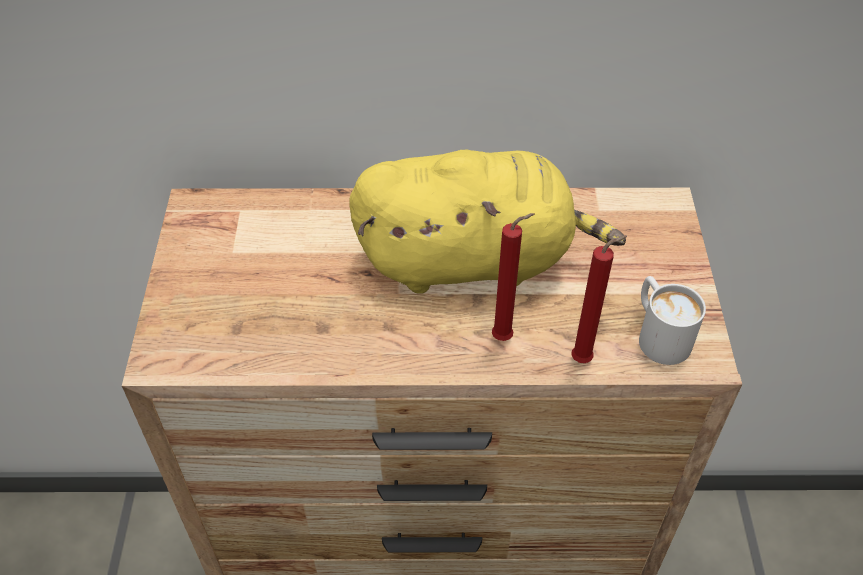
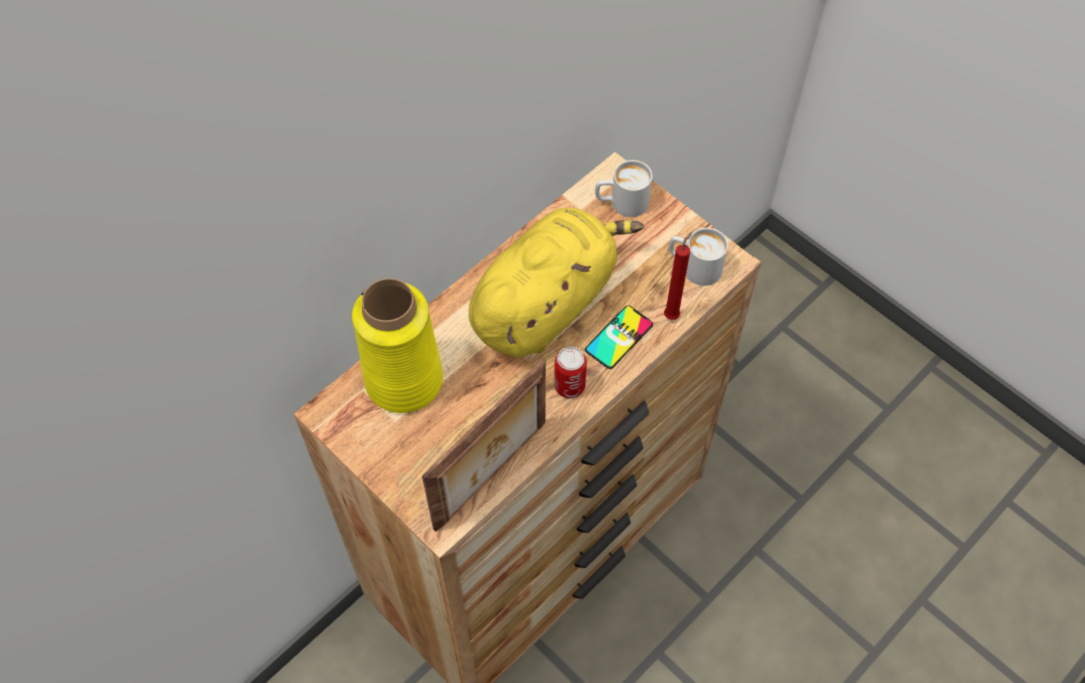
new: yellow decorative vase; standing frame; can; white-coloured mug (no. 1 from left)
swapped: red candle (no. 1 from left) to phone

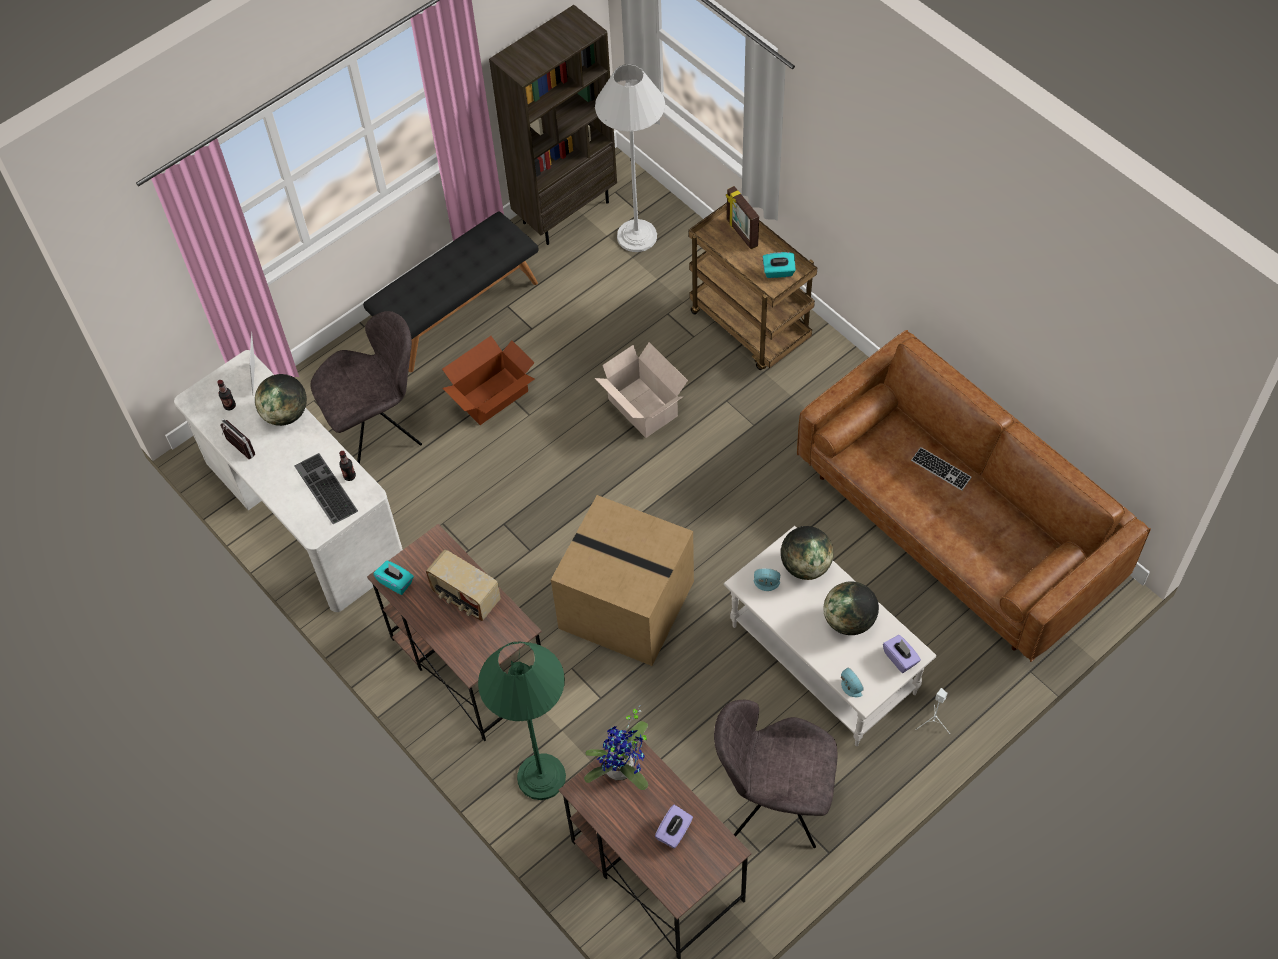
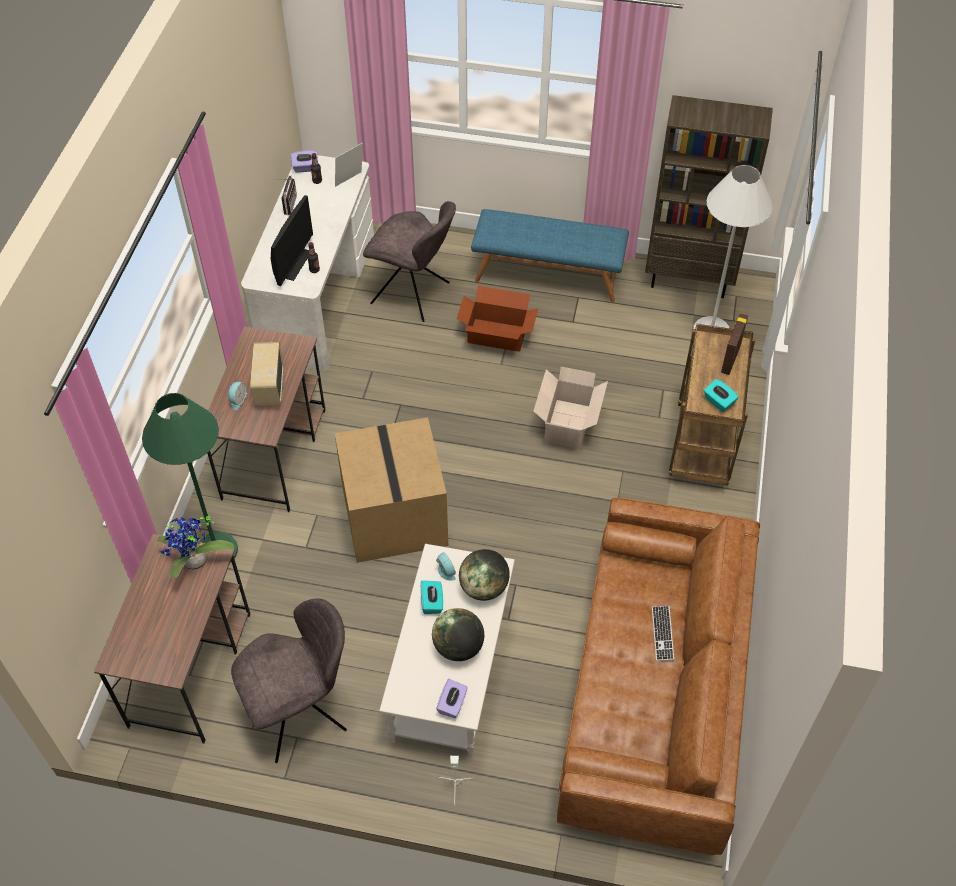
gone: desk globe (no. 1 from left)
shifted: blue-green tissue holder (no. 1 from left); purplish tissue holder (no. 1 from left); bedside clock (no. 2 from left in the first image) to bedside clock (no. 1 from left)
swapped: PC keyboard (no. 1 from left) to monitor
repainted: black-coloured indoor bench to bluish indoor bench
rotated: gray upright chair (no. 2 from left in the first image) 90 degrees clockwise

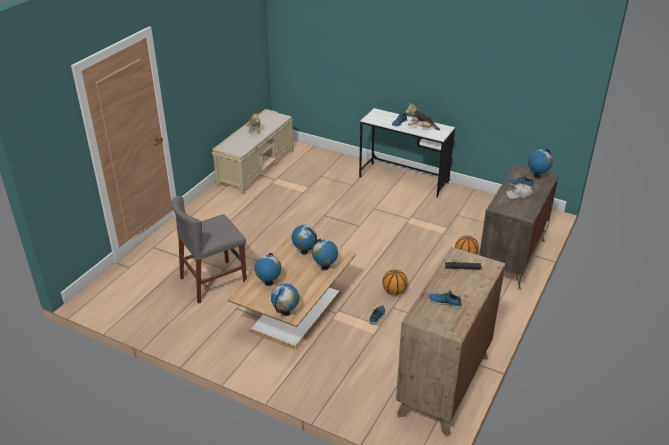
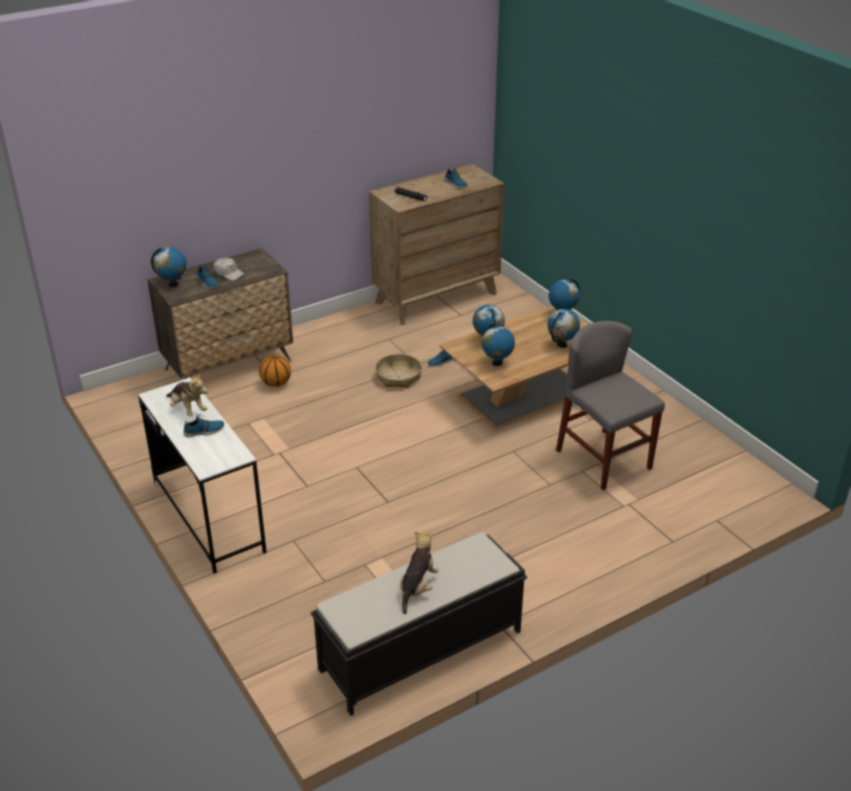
swapped: basketball ball (no. 1 from left) to household basket
repainted: beige indoor bench to black-coloured indoor bench
rotated: gray upright chair 120 degrees counterclockwise

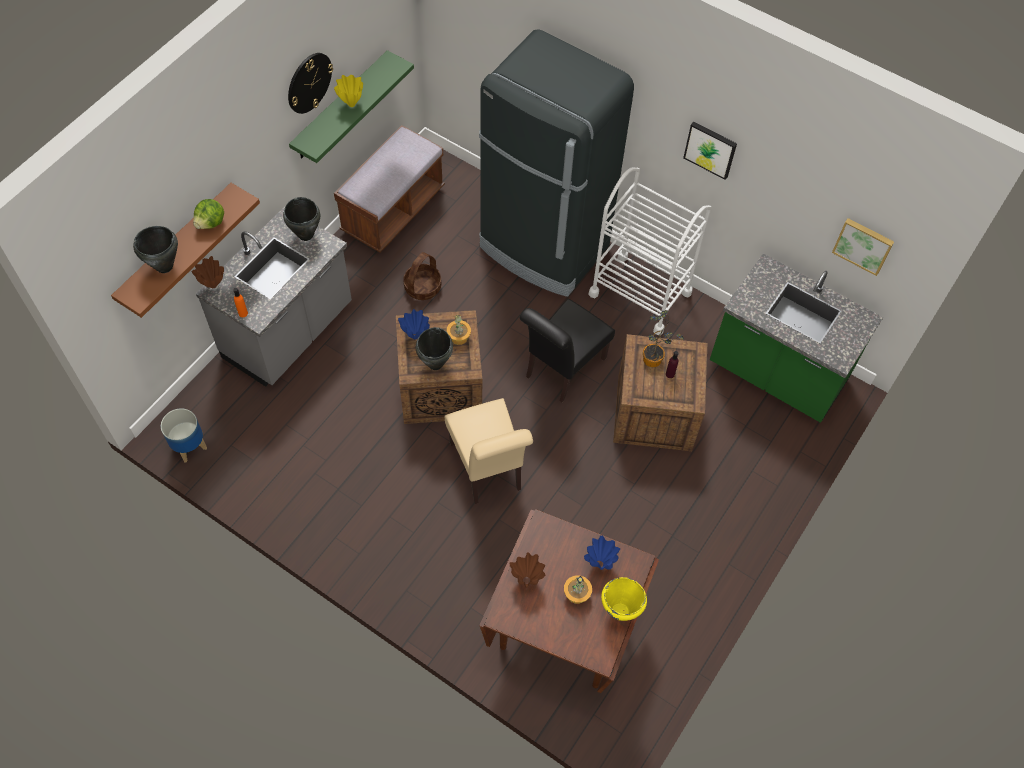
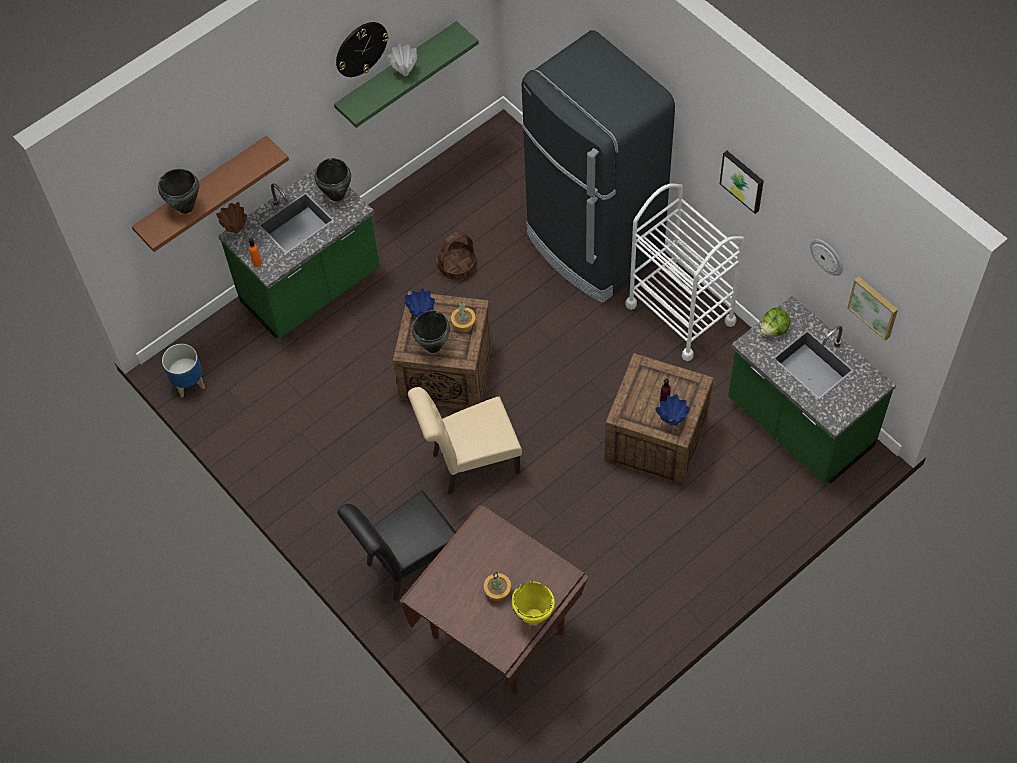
gone: brown indoor bench; brown decorative vase (no. 2 from left); potted plant (no. 3 from left)
new: hanging clock (no. 2 from left)
shifted: lettuce; black-coloured upright chair; bluish decorative vase (no. 2 from left)
repainted: gray counter to green counter (no. 1 from left); yellow decorative vase to white-coloured decorative vase
rotated: beige upright chair 75 degrees clockwise

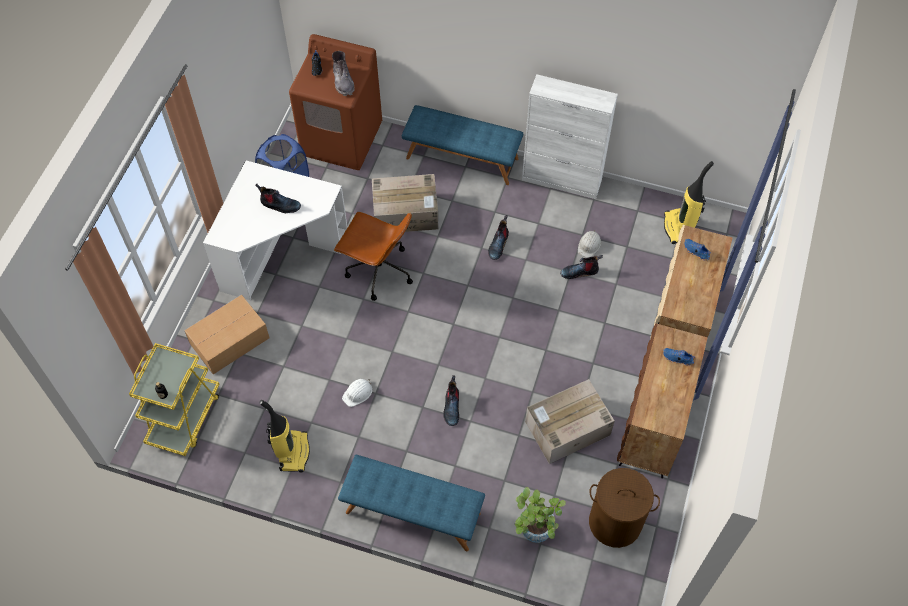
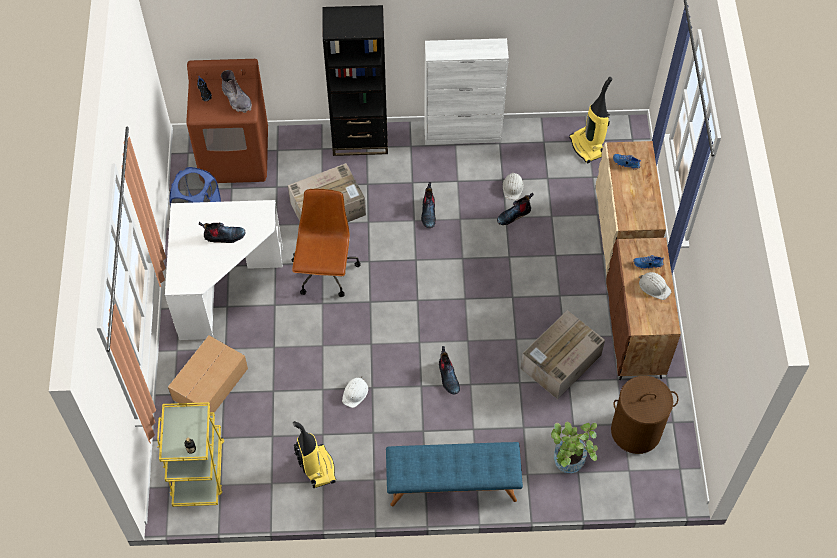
new: white-coloured safety helmet (no. 3 from left)
swapped: bluish indoor bench (no. 2 from left) to black-coloured shelving unit
rotated: brown computer chair 90 degrees counterclockwise

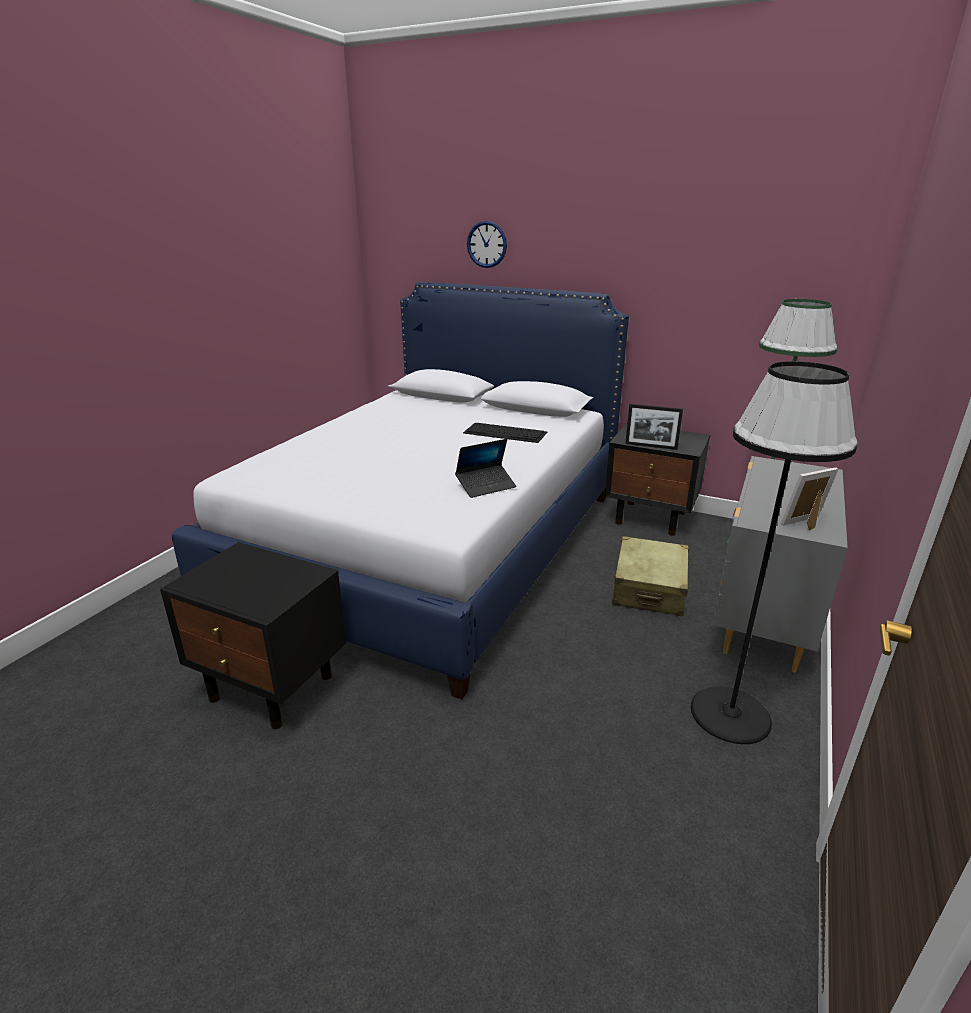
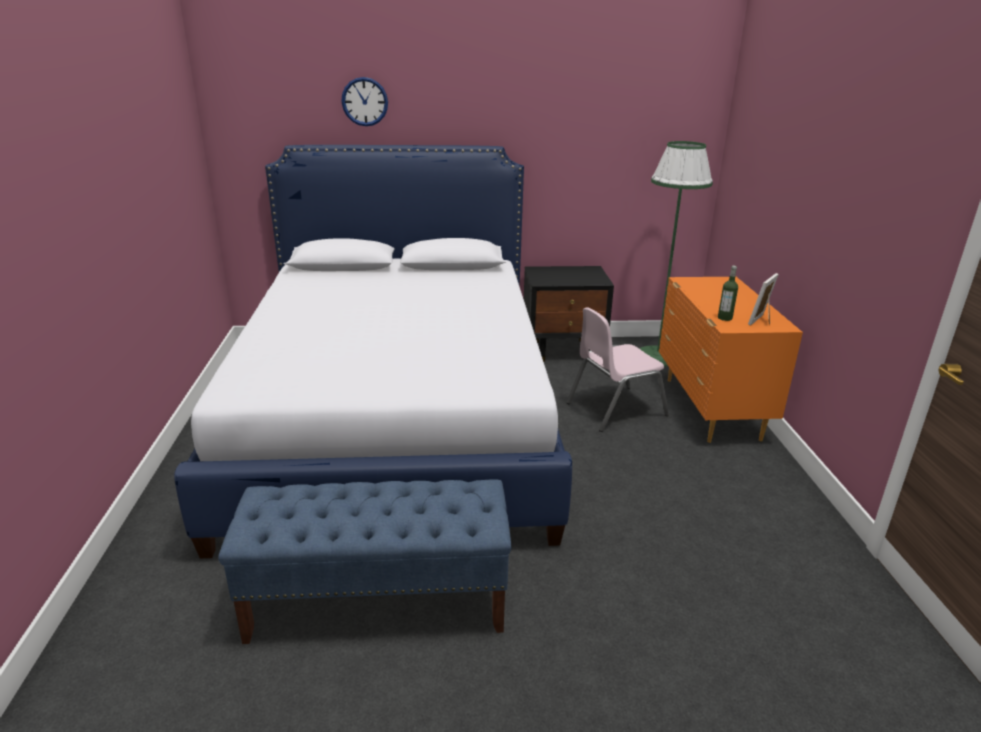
gone: notebook computer; PC keyboard; standing frame (no. 1 from left); black-coloured floor lamp
new: bottle
swapped: black-coloured bedside table (no. 1 from left) to bluish indoor bench; beige piece of luggage to pinkish upright chair
repainted: gray dresser to orange dresser

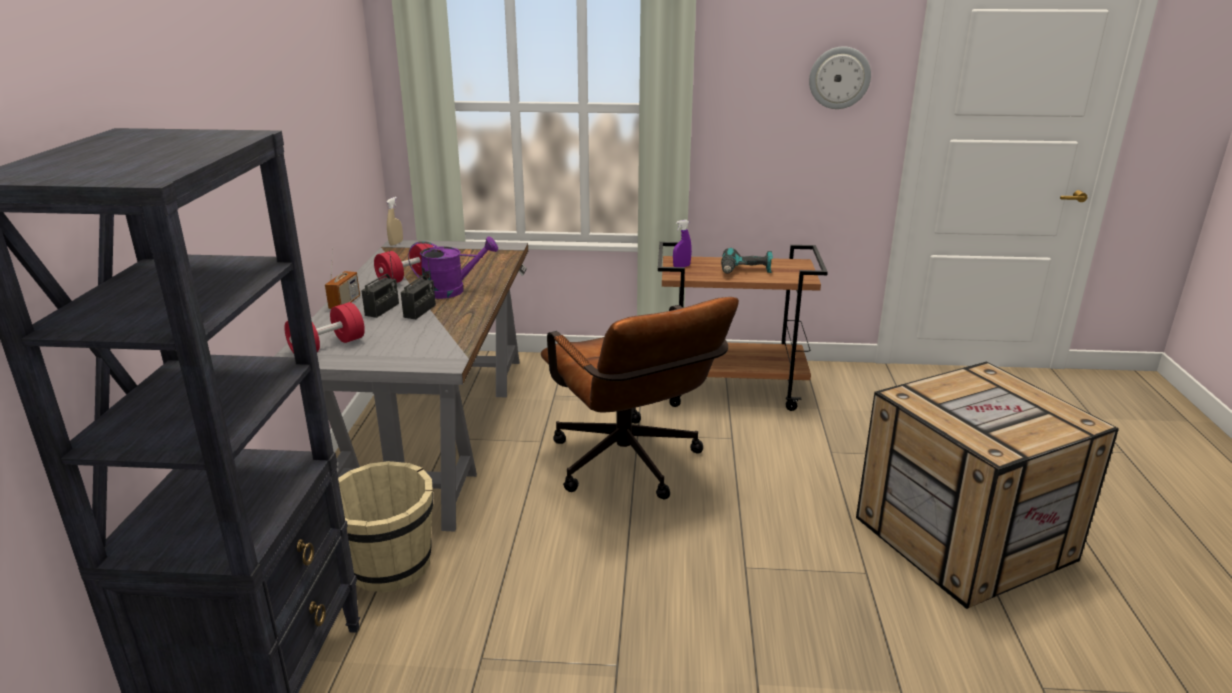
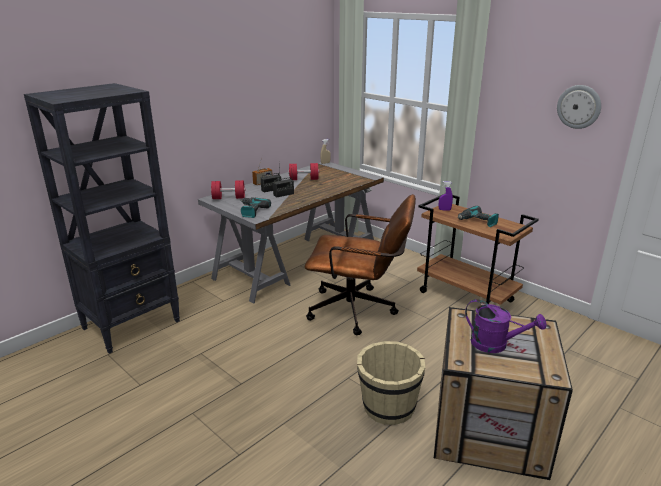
new: power drill (no. 1 from left)
shifted: beige pail; purplish watering pot
rotated: brown computer chair 90 degrees counterclockwise

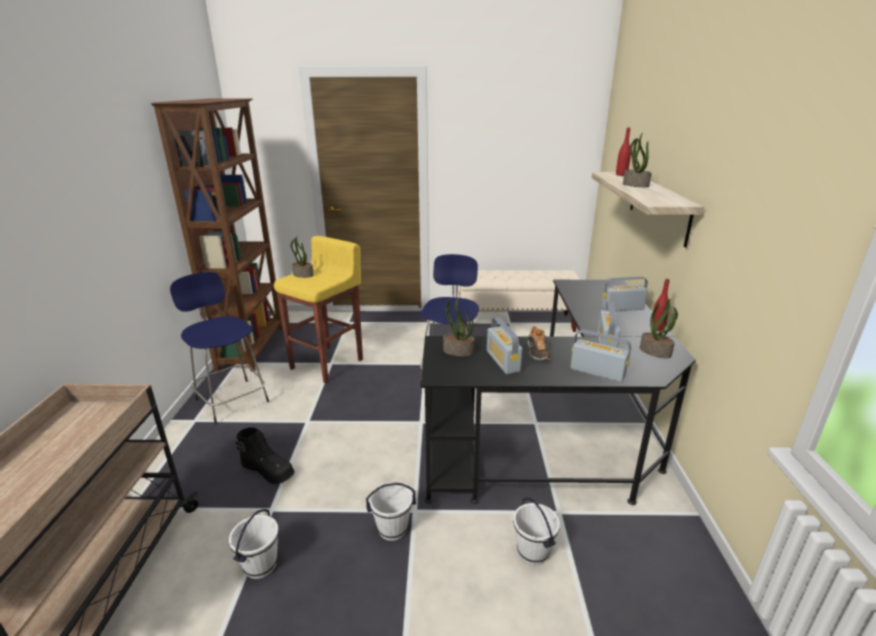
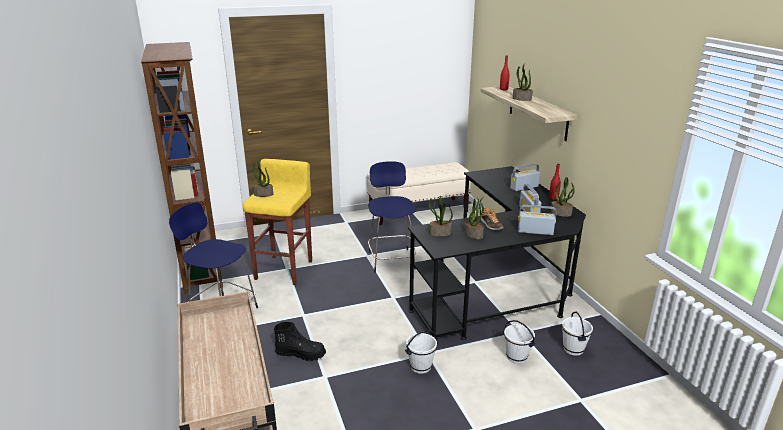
shifted: white-coloured pail (no. 1 from left in the first image) to white-coloured pail (no. 3 from left)
swapped: radio receiver (no. 1 from left) to potted plant (no. 3 from left)

